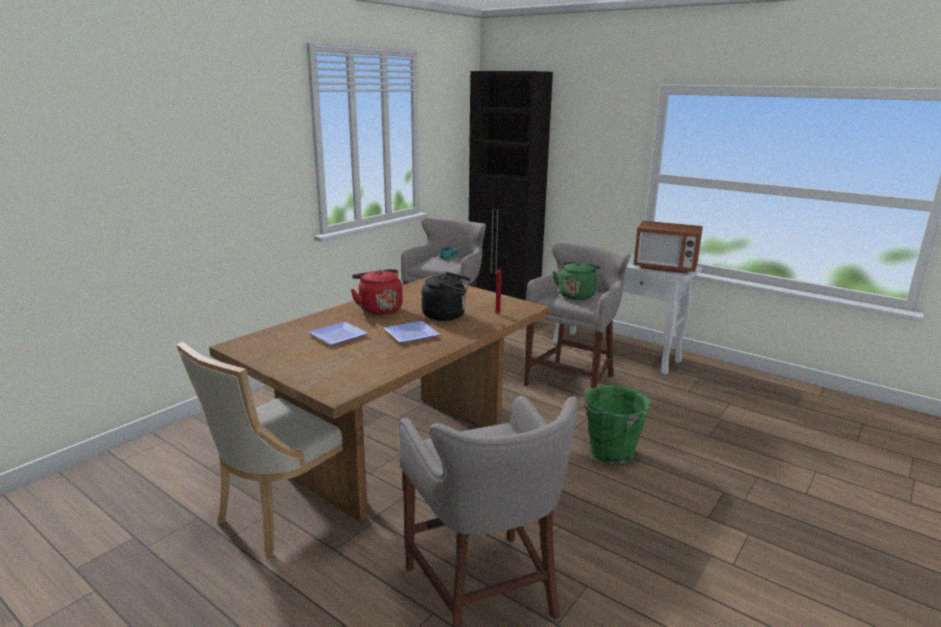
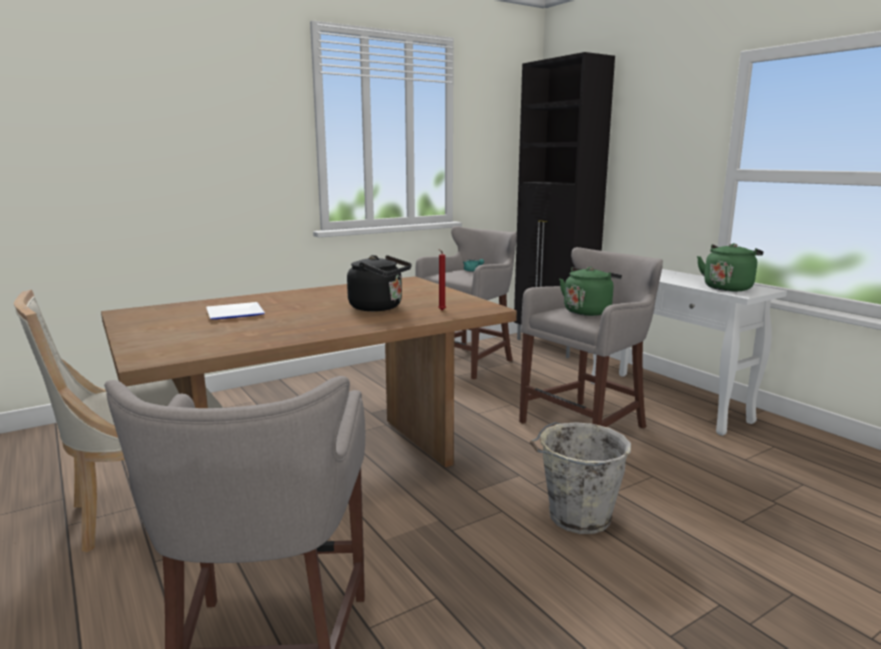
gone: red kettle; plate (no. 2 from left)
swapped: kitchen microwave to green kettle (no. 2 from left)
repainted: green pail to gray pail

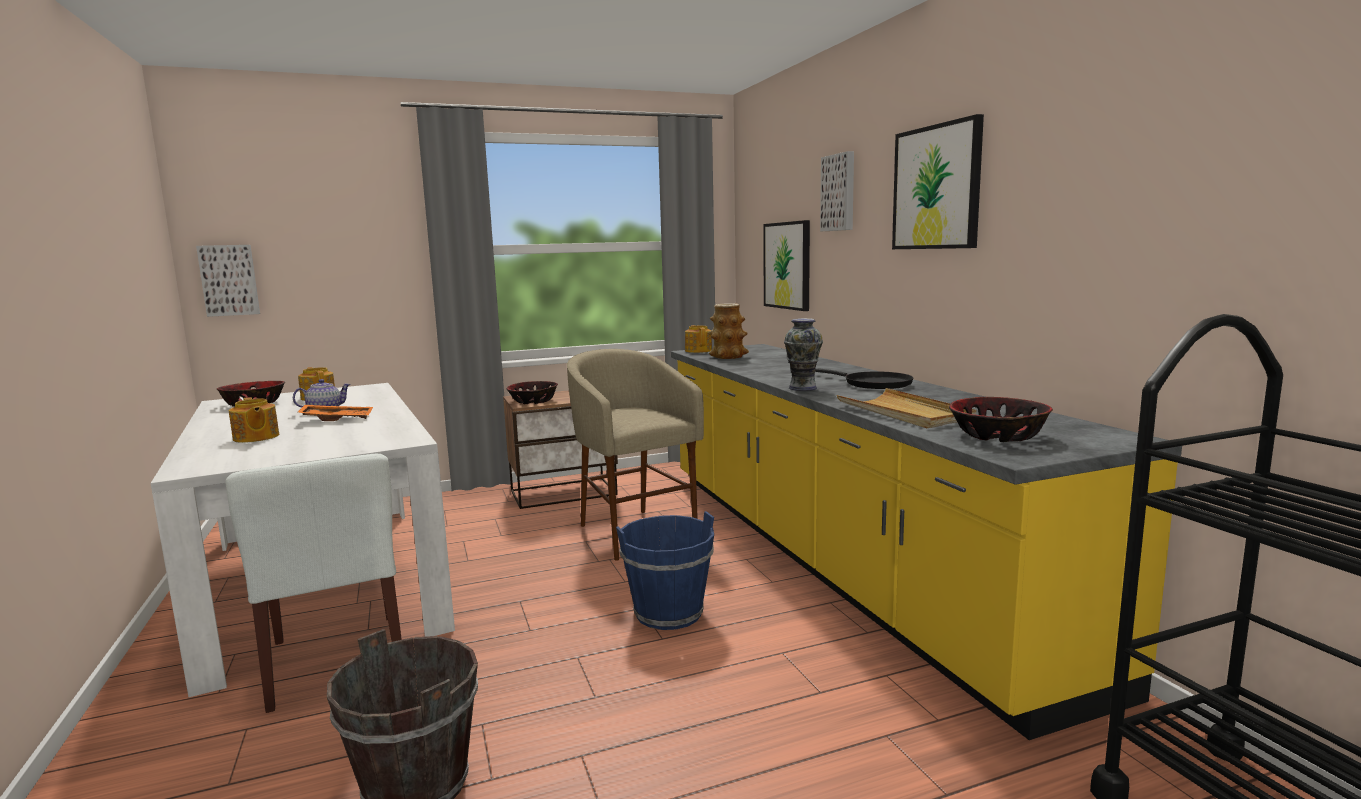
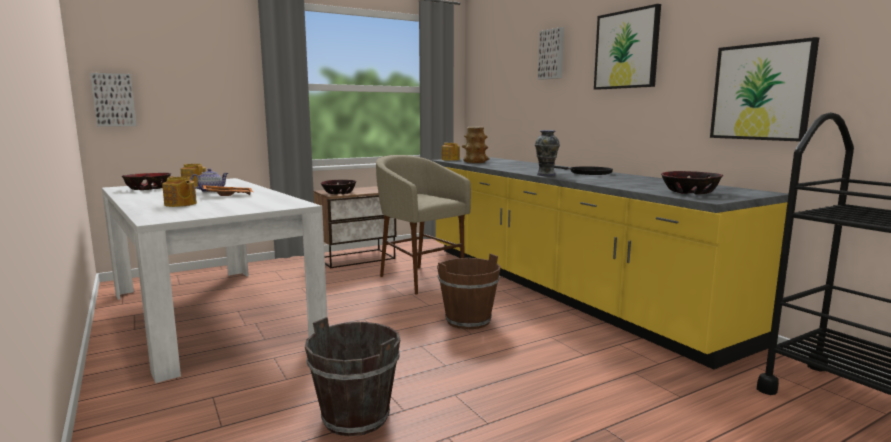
gone: white-coloured upright chair; beige tray
shifted: wall picture (no. 2 from left in the first image) to wall picture (no. 4 from left)
repainted: bluish pail to brown pail (no. 2 from left)

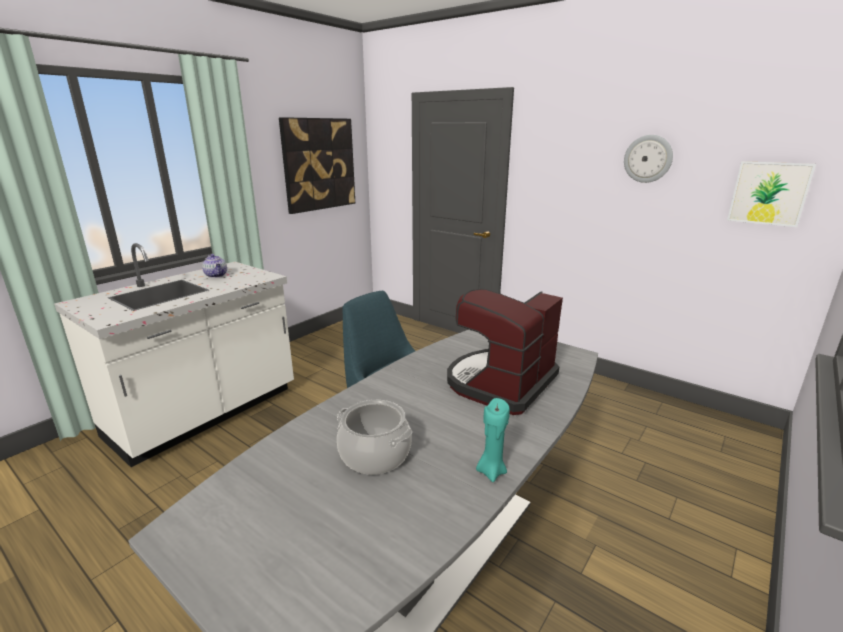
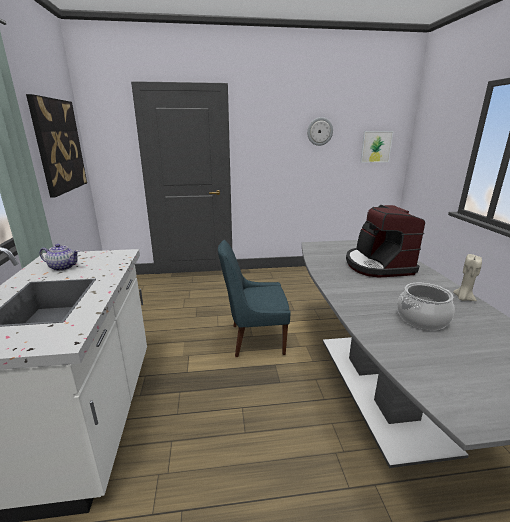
repainted: blue-green candle to beige candle

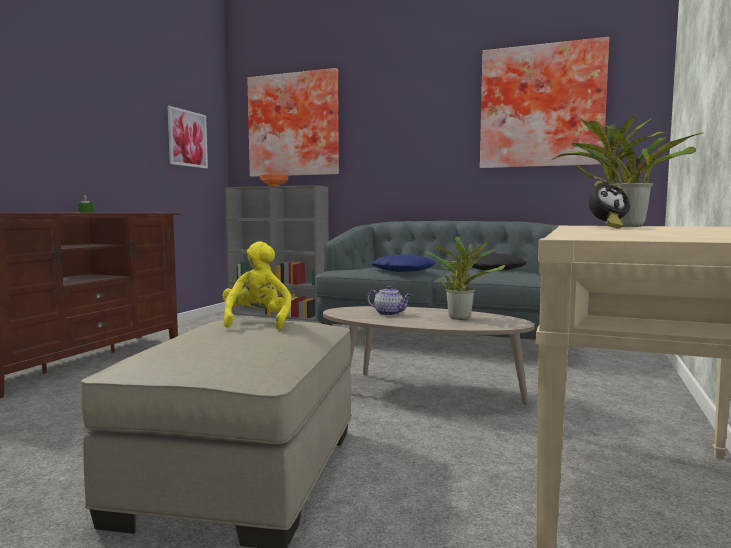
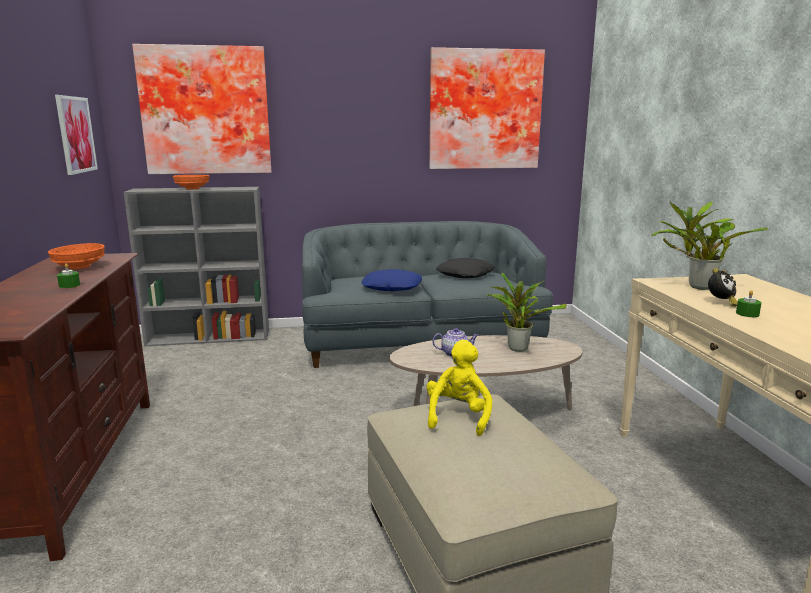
new: orange deep dish (no. 1 from left); green candle (no. 2 from left)
rotated: yellow soft toy 45 degrees clockwise

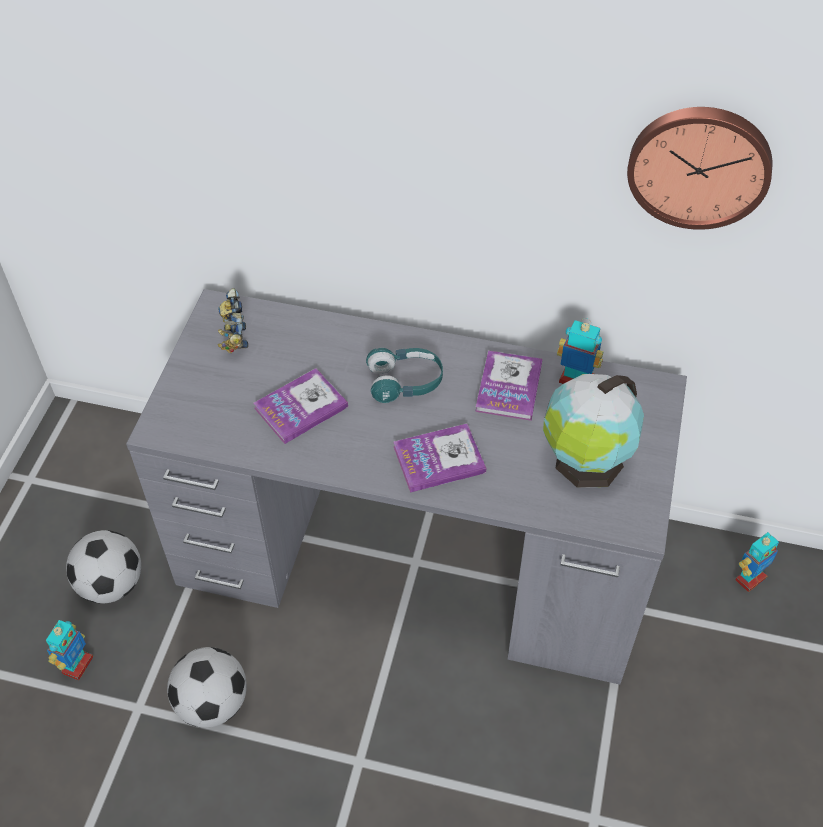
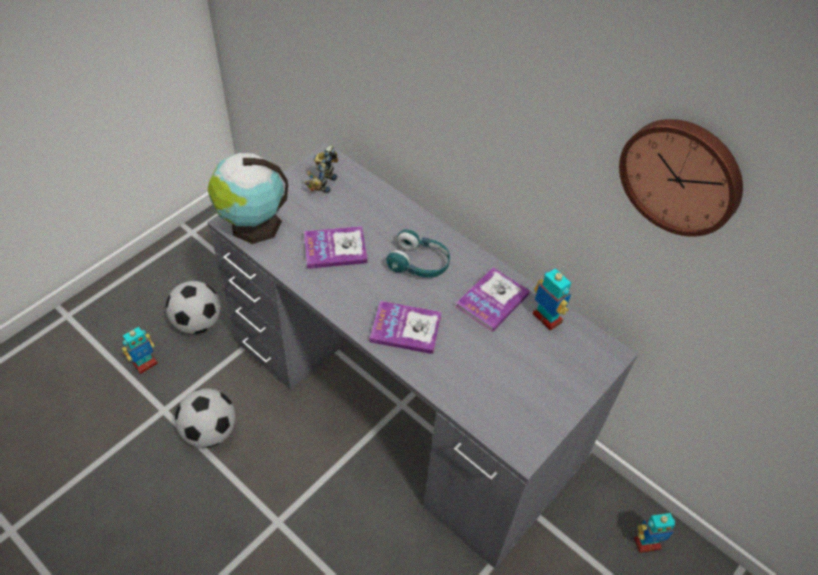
shifted: desk globe

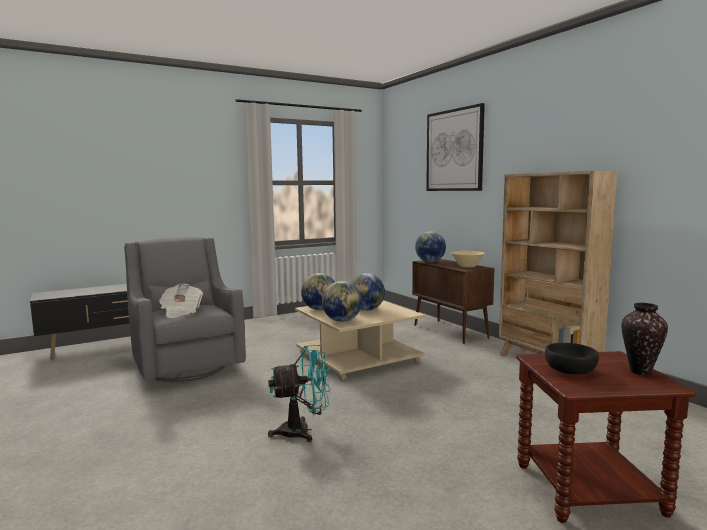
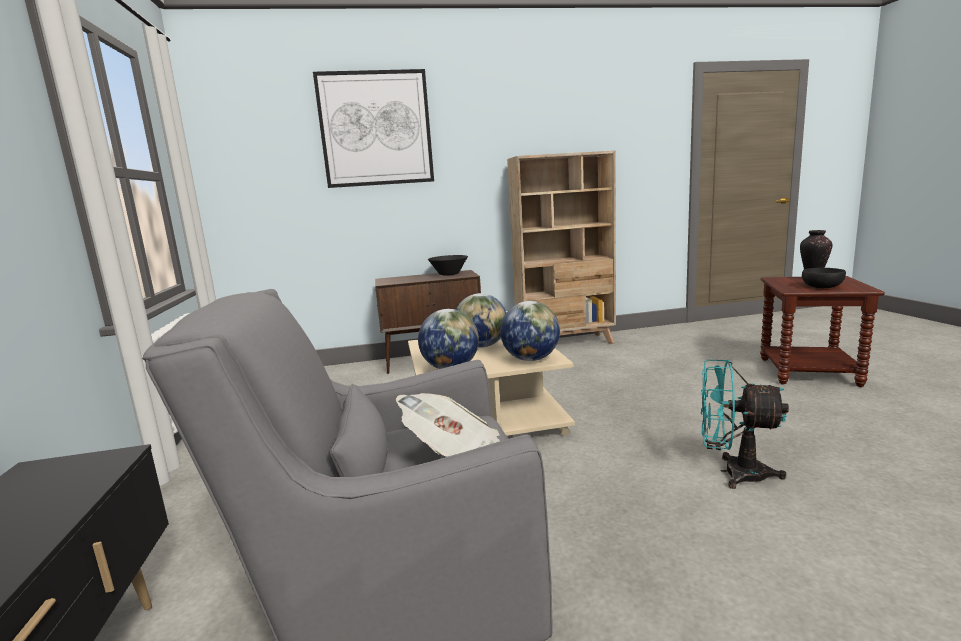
gone: desk globe (no. 4 from left)
repainted: beige deep dish to black-coloured deep dish (no. 1 from left)
rotated: blue-green fan 75 degrees counterclockwise

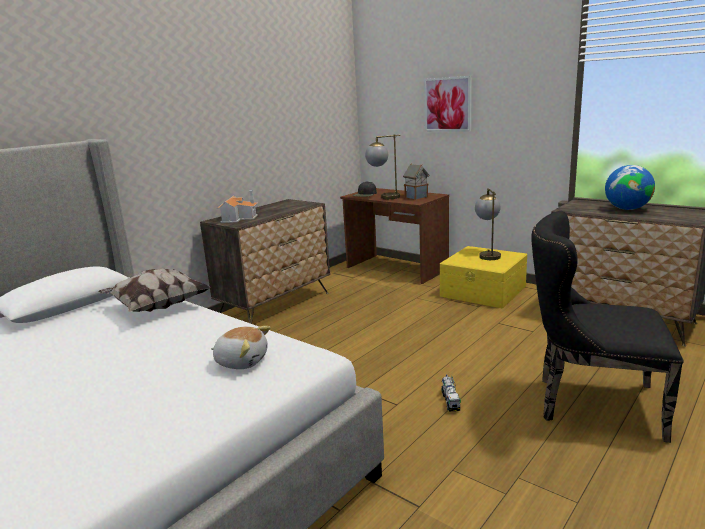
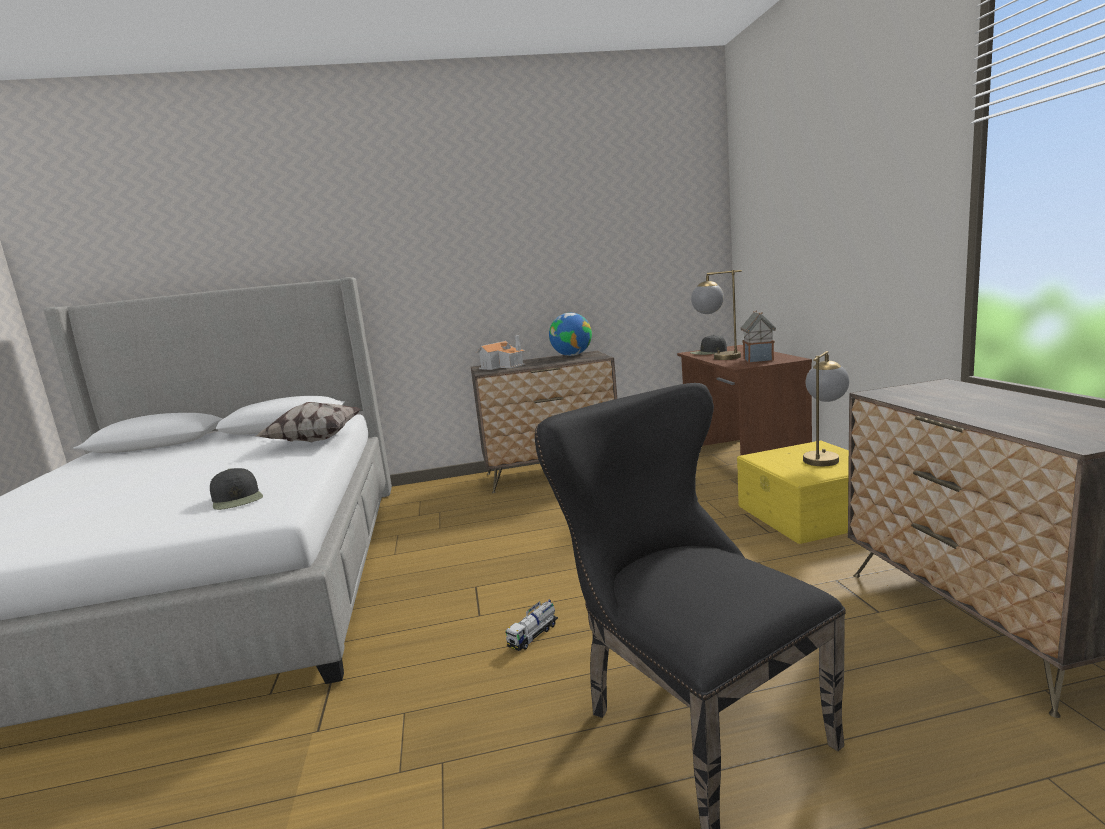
gone: wall picture
shifted: desk globe
swapped: soft toy to black-coloured cap (no. 1 from left)

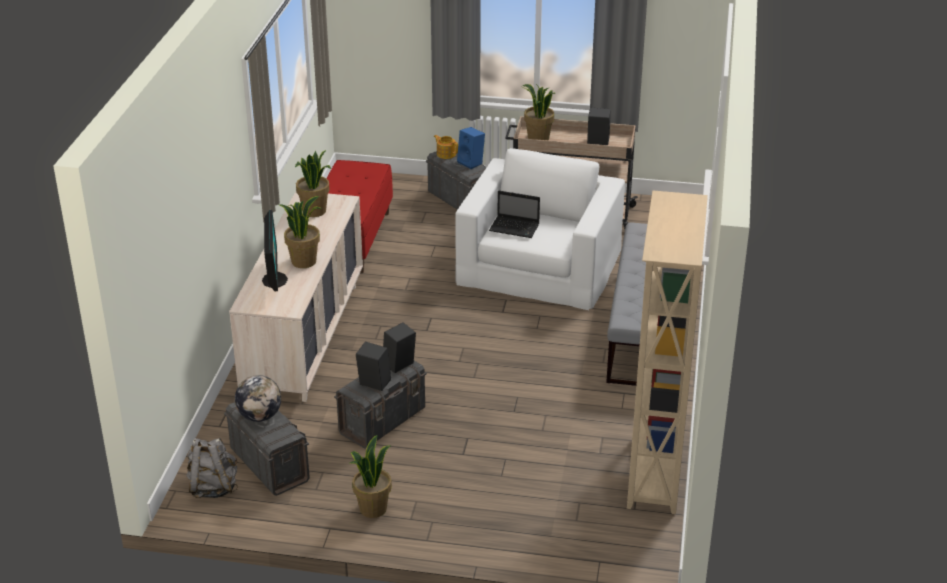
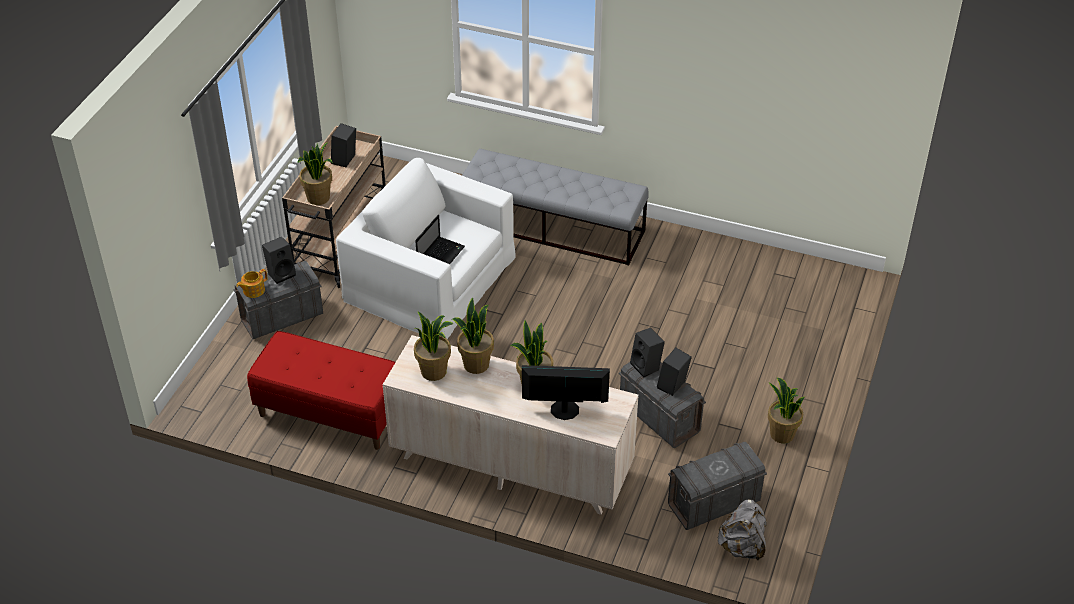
gone: desk globe; beige shelving unit
new: potted plant (no. 3 from left)
repainted: bluish speaker to black-coloured speaker (no. 1 from left)

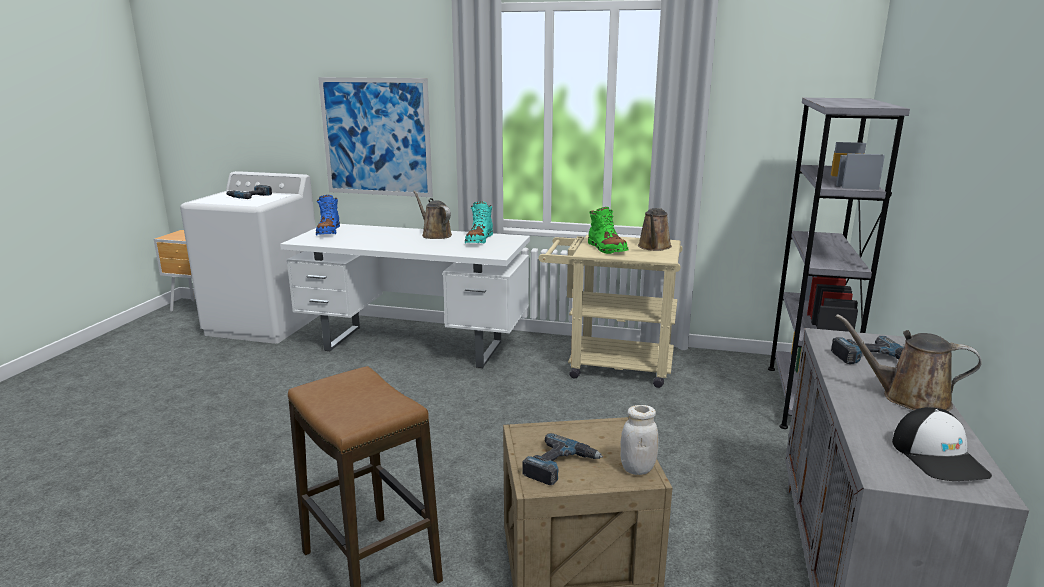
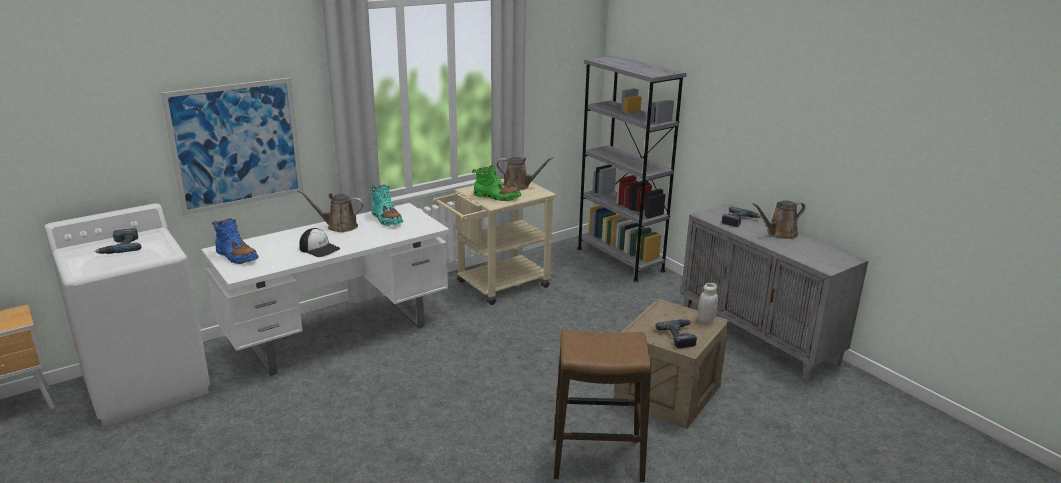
shifted: cap
rotated: brown watering pot (no. 2 from left) 45 degrees counterclockwise

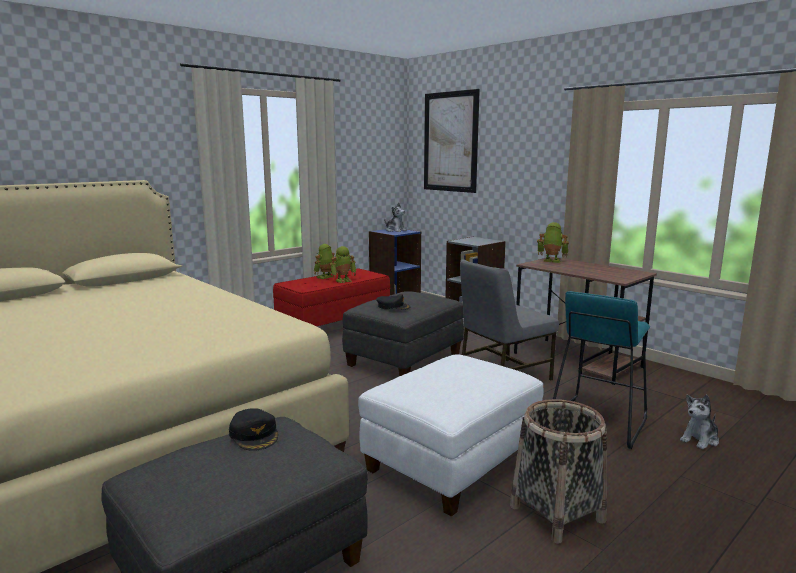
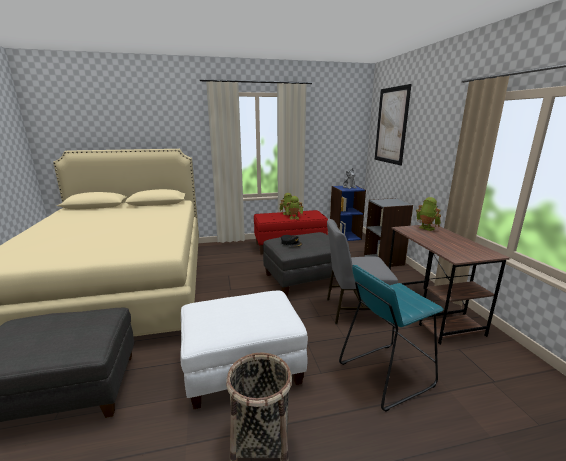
gone: black-coloured cap (no. 1 from left); soft toy (no. 2 from left)

